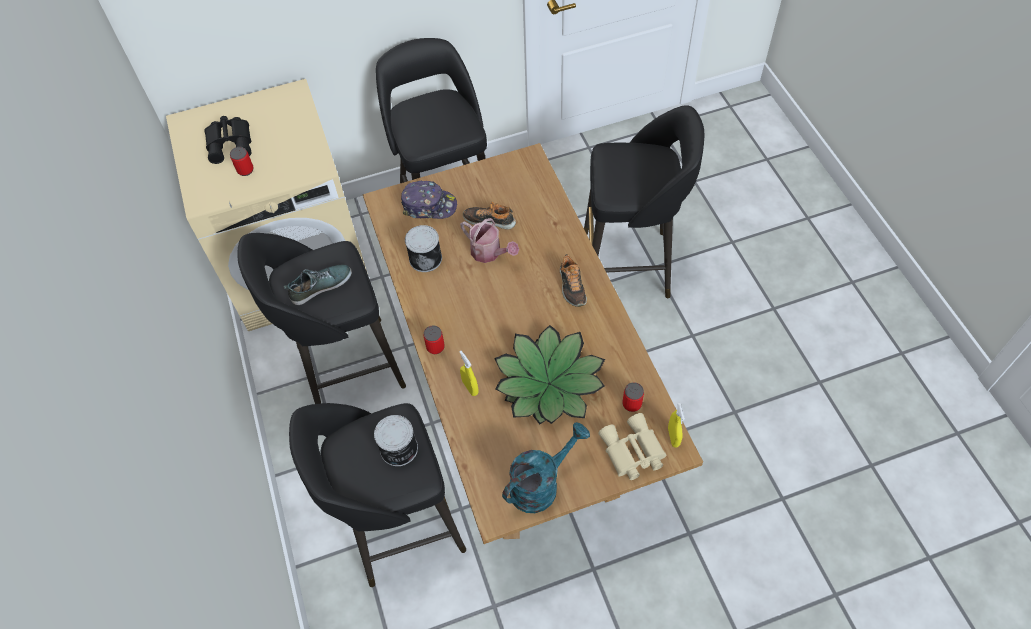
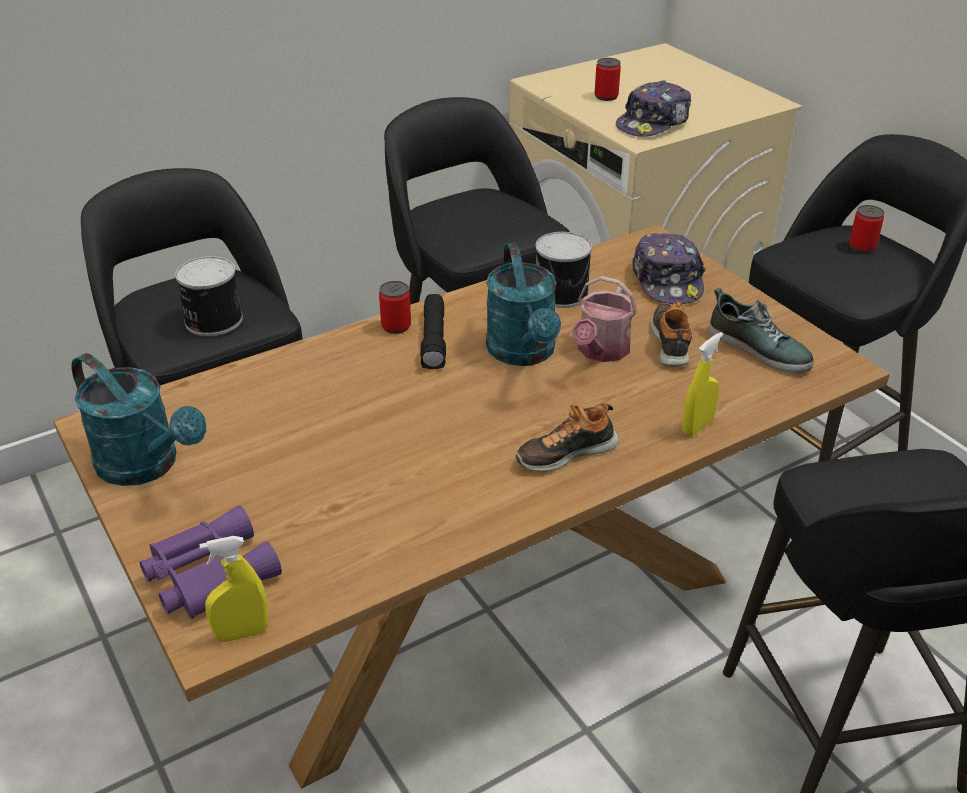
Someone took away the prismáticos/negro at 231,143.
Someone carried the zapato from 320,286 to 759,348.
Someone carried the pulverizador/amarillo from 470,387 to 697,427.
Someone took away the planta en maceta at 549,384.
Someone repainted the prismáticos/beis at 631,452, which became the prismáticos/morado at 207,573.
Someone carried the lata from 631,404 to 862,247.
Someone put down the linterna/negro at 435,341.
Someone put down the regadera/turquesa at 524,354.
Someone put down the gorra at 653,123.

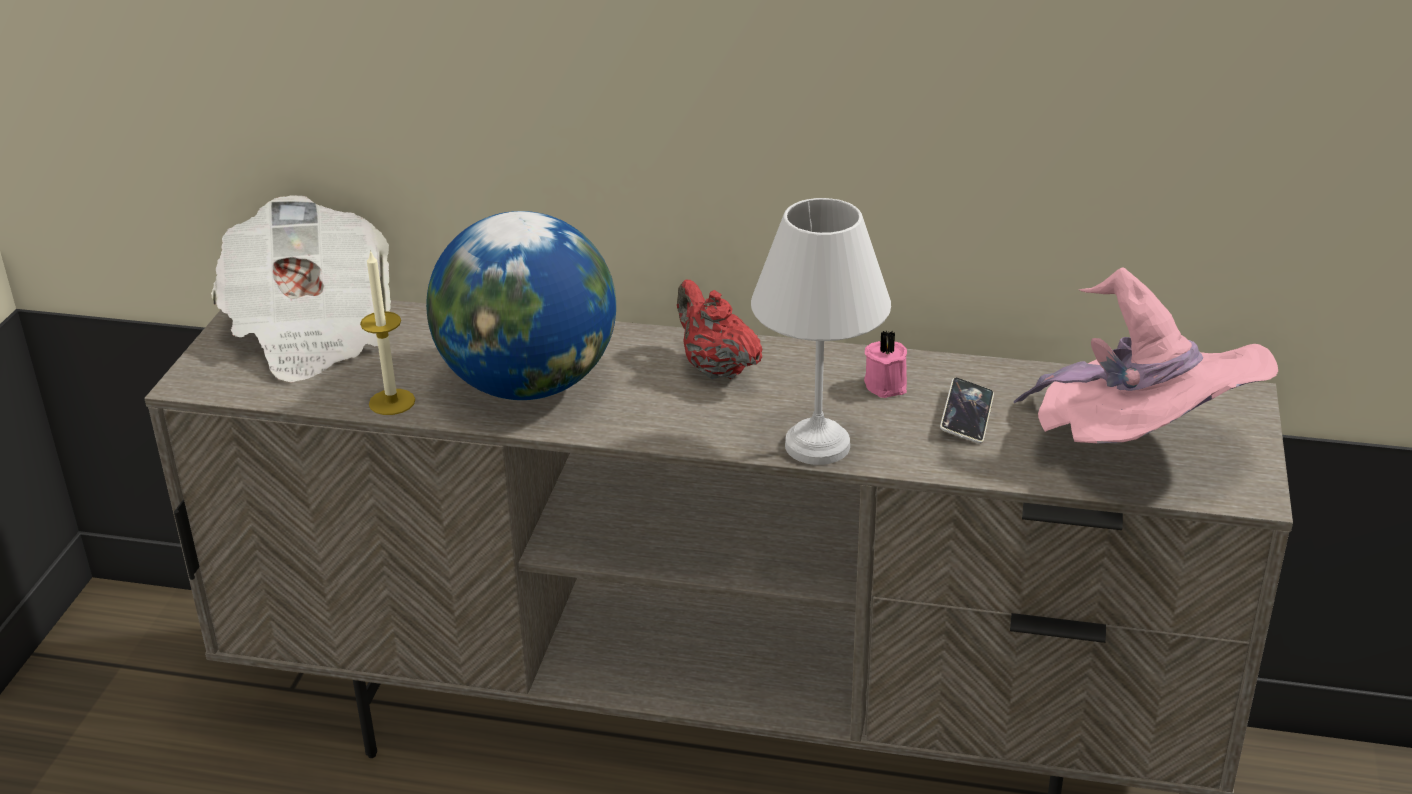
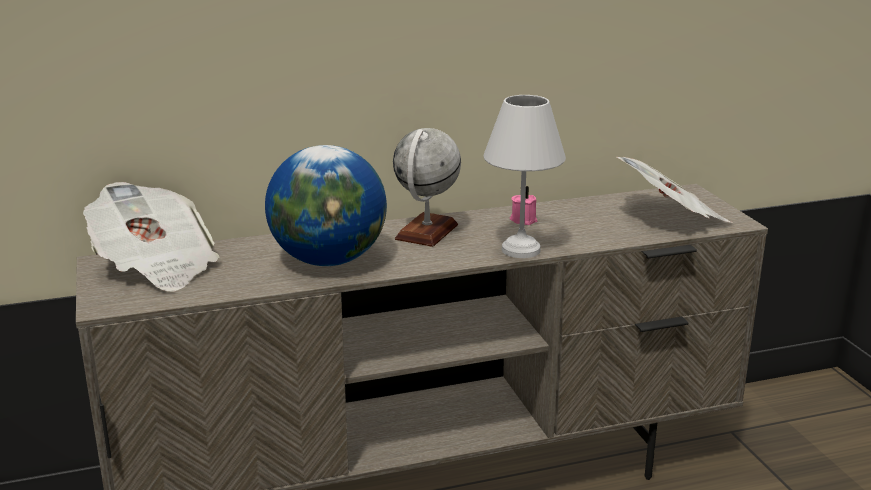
Someone took away the vela at 392,402.
Someone swapped the tetera/rojo at 716,368 for the globo terráqueo at 427,232.
Someone took away the móvil at 967,416.
Someone swapped the sombrero/rosa at 1138,450 for the periódico at 671,218.

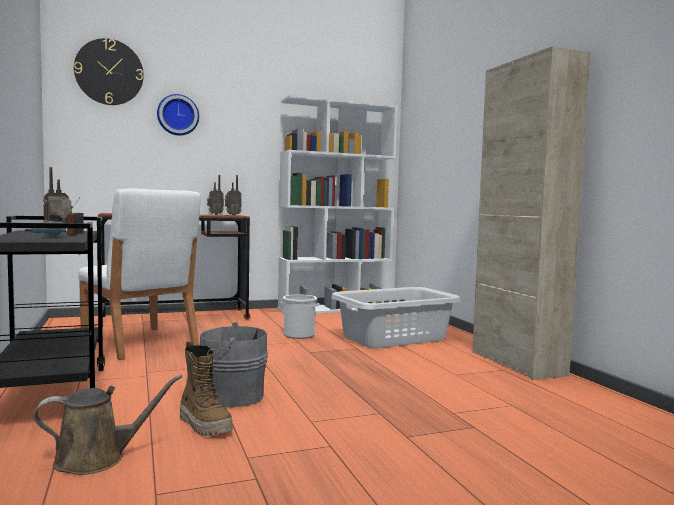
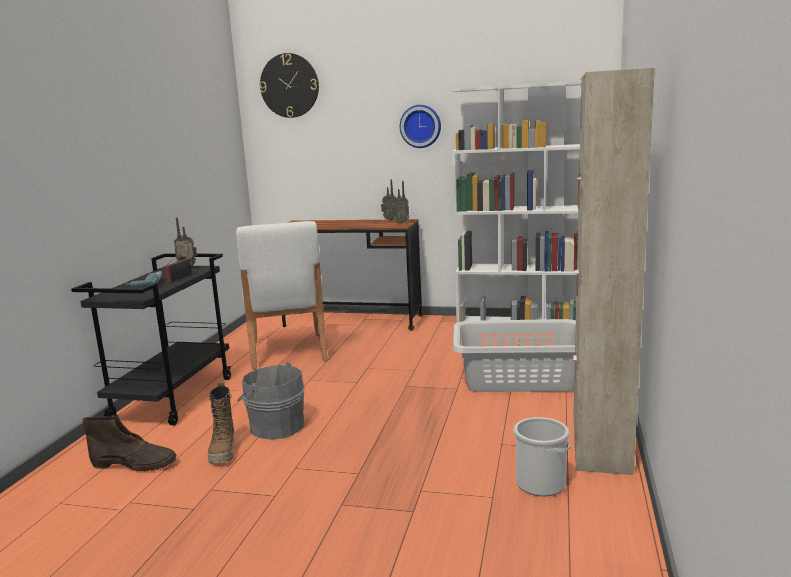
Someone swapped the regadera/marrón at 97,459 for the bota/marrón at 134,464.
Someone carried the reloj de pared from 178,115 to 420,126.
Someone carried the cubo from 298,335 to 540,483.

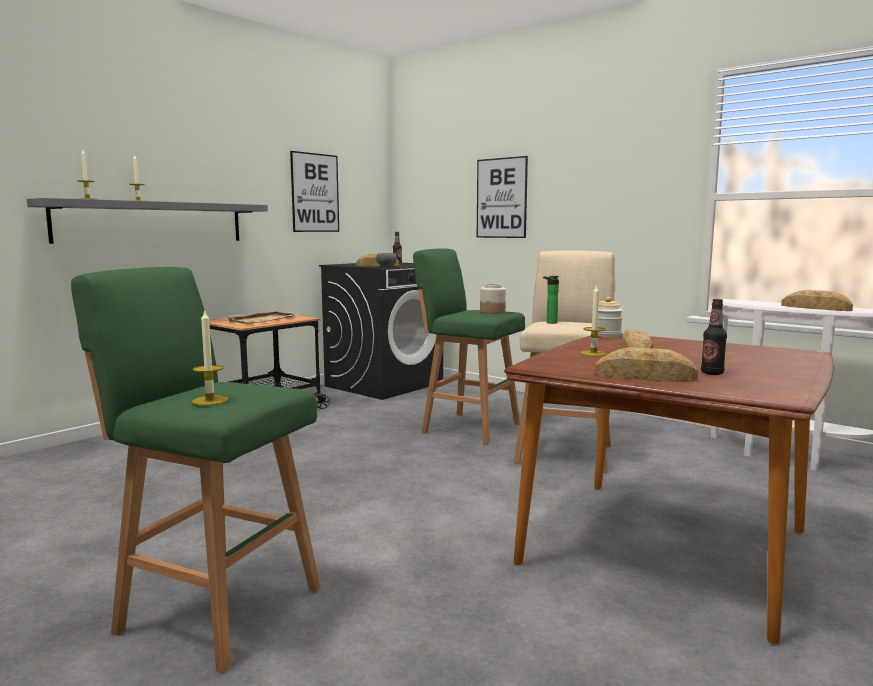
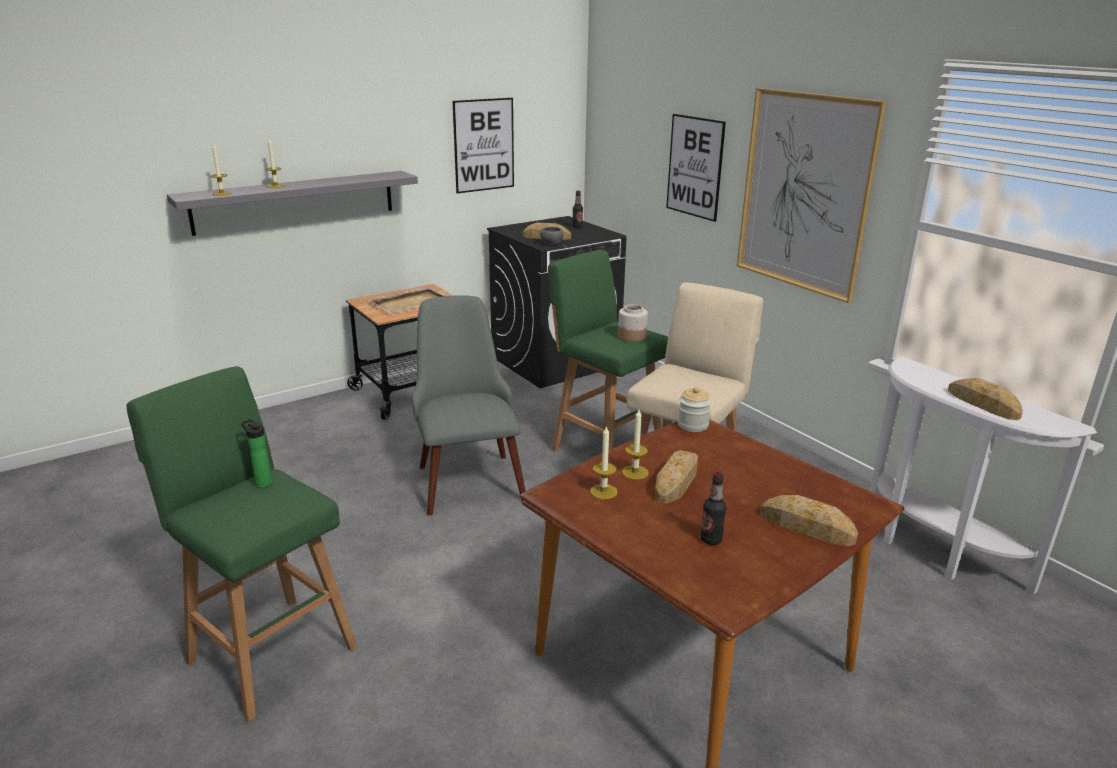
Someone carried the vela from 210,400 to 603,491.
Someone carried the botella from 550,322 to 262,483.
Someone carried the pan from 644,376 to 807,526.
Someone put down the silla/gris at 466,475.
Someone put up the cuadro at 804,192.

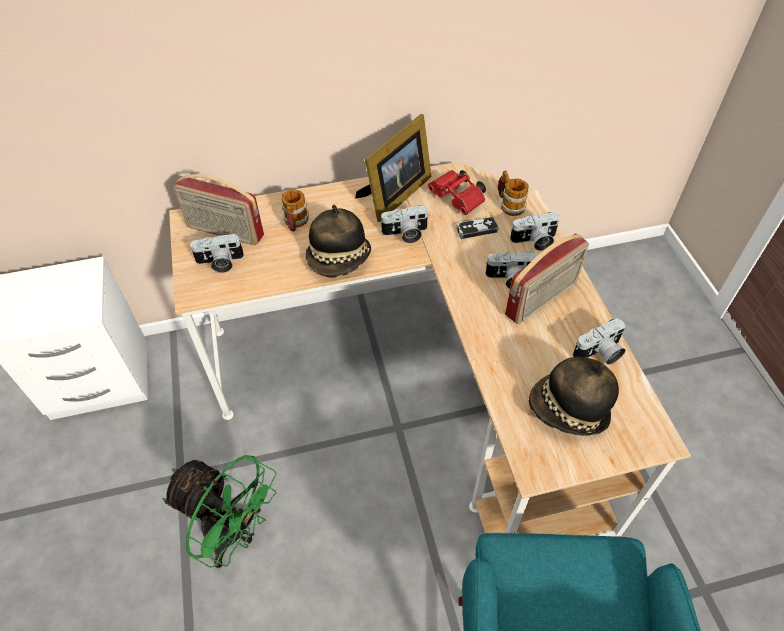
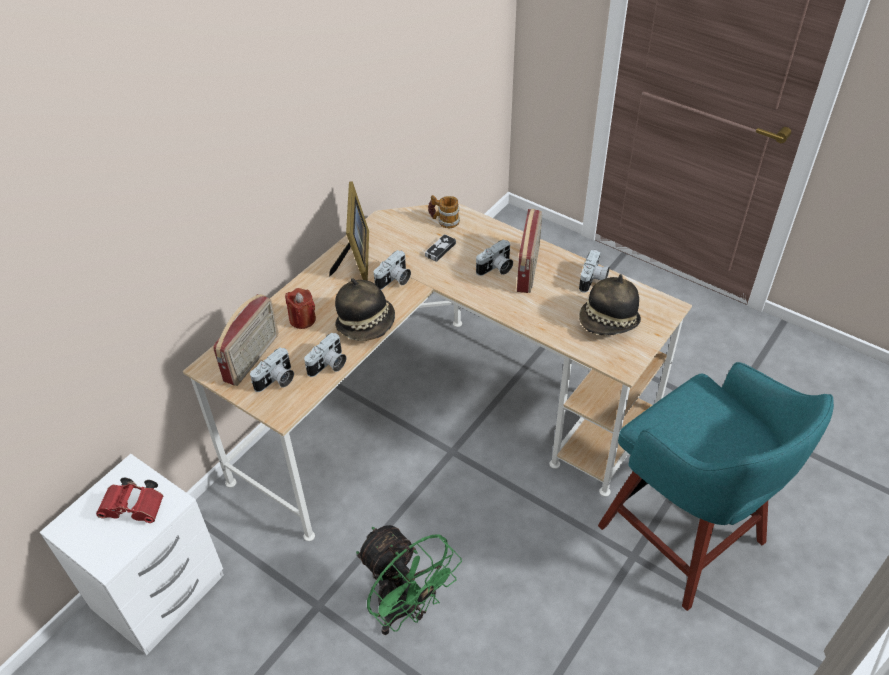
Someone rotated the ventilador/verde at 234,534 by 60 degrees clockwise.
Someone rotated the radio at 224,232 by 45 degrees counterclockwise.
Someone swapped the taza grande at 295,223 for the vela/rojo at 302,319.
Someone carried the prismáticos/rojo from 458,200 to 136,508.
Someone carried the cámara from 534,241 to 328,365.

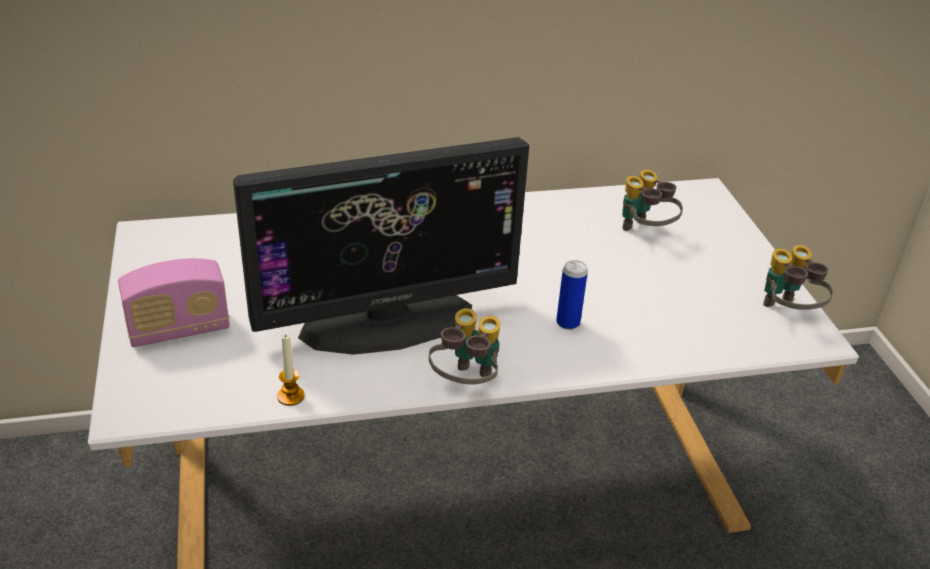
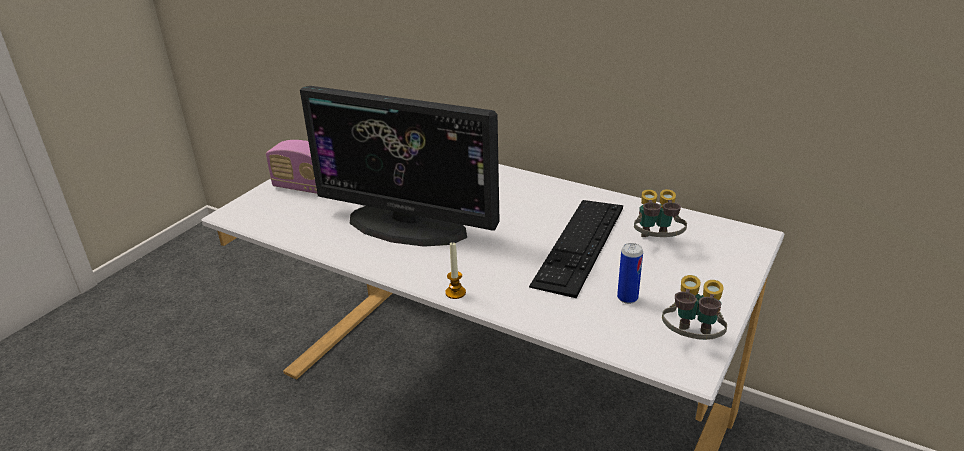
Someone carried the vela from 290,396 to 455,292.
Someone took away the prismáticos at 466,384.
Someone carried the lata from 568,323 to 627,298.
Someone put down the teclado at 579,244.

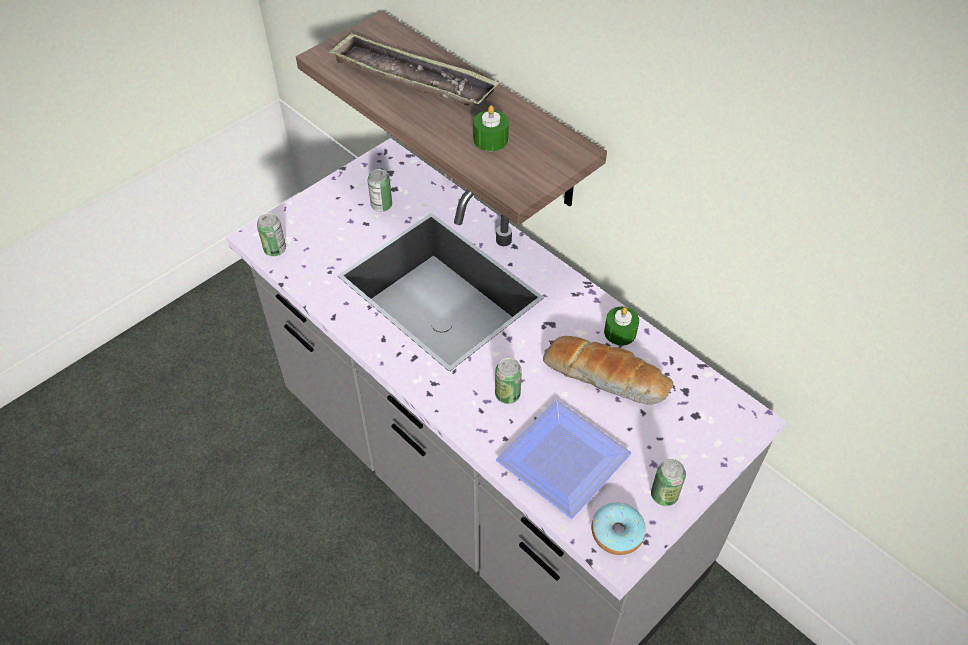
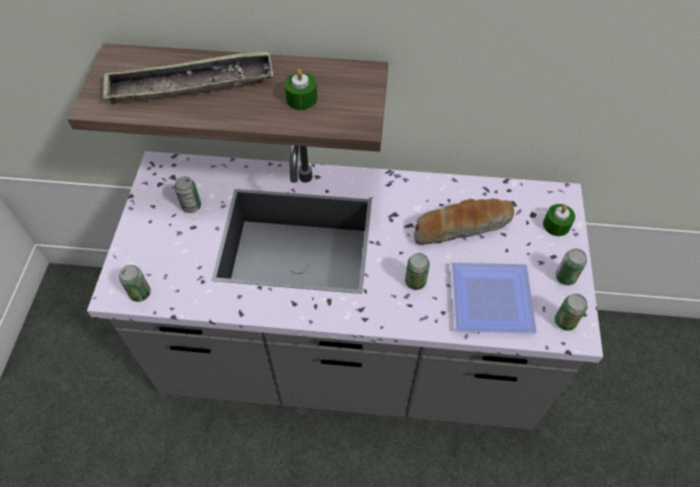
Someone swapped the rosquilla at 617,533 for the lata at 565,321.
Someone carried the vela/verde from 620,332 to 556,225.

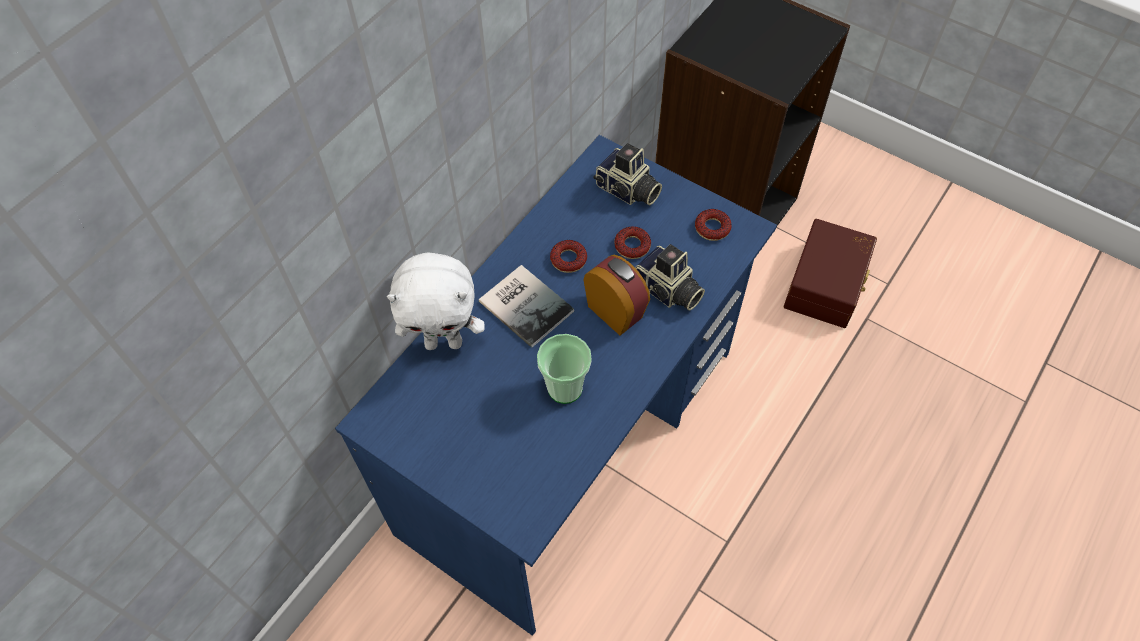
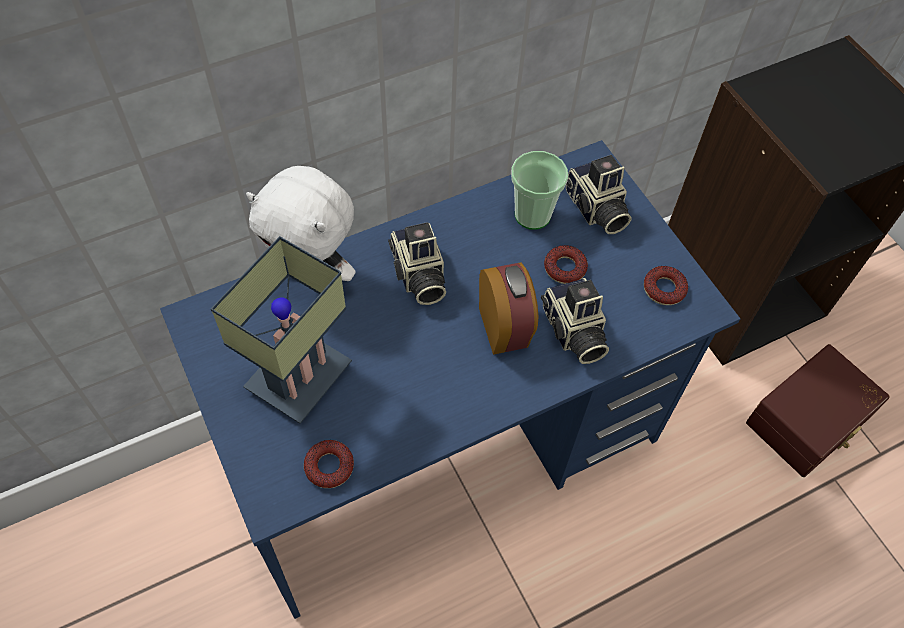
Someone swapped the libro at 526,303 for the cámara at 418,276.
Someone carried the taza from 565,388 to 532,215.
Someone carried the rosquilla from 568,259 to 329,466.
Someone put down the lámpara de mesa at 298,373.

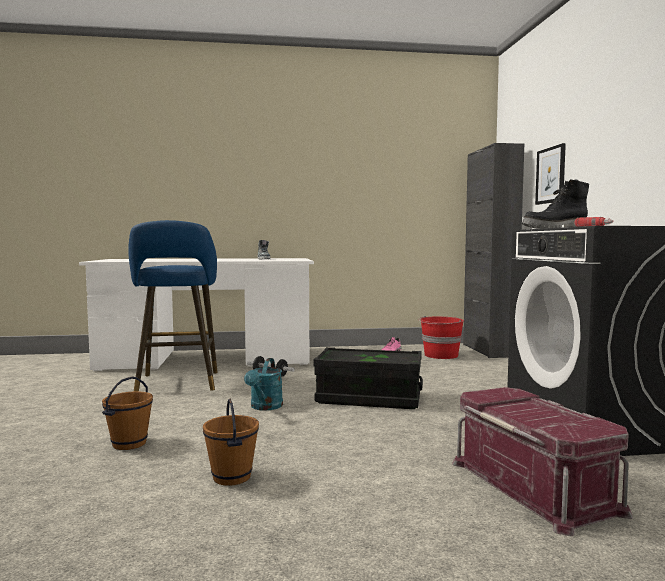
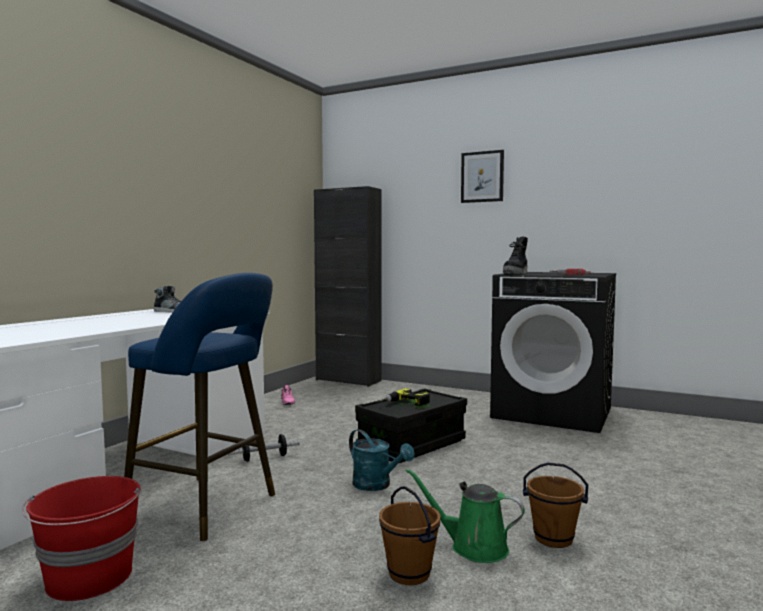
Someone carried the cubo/rojo from 440,355 to 89,578.
Someone took away the caja de almacenaje/rojo at 535,485.
Someone carried the cuadro from 550,175 to 482,177.
Someone put down the taladro at 403,403.
Someone put down the regadera/verde at 473,547.

